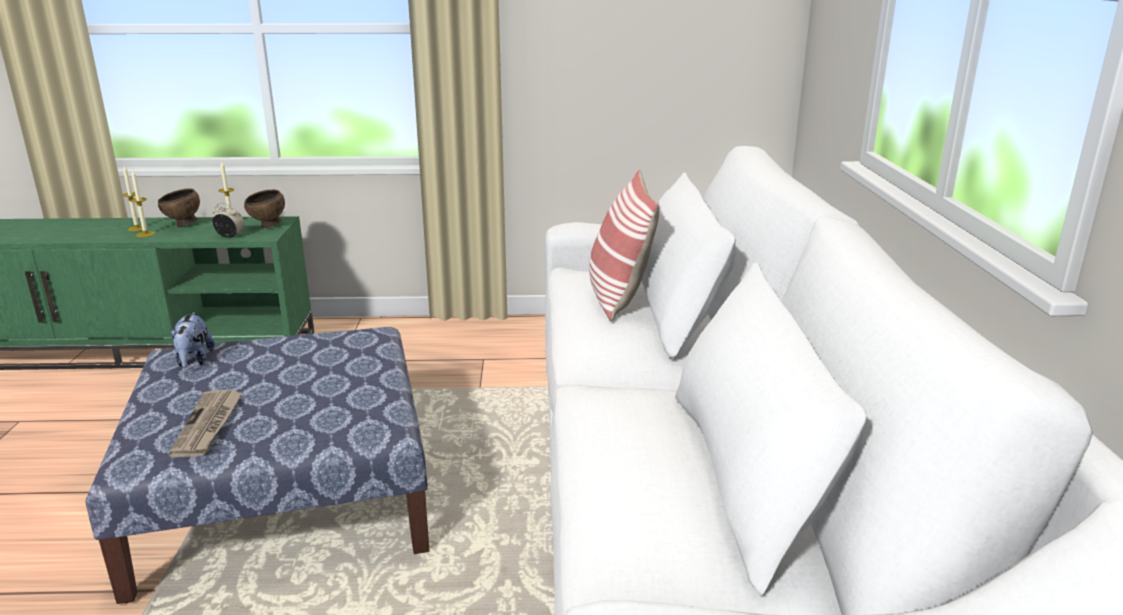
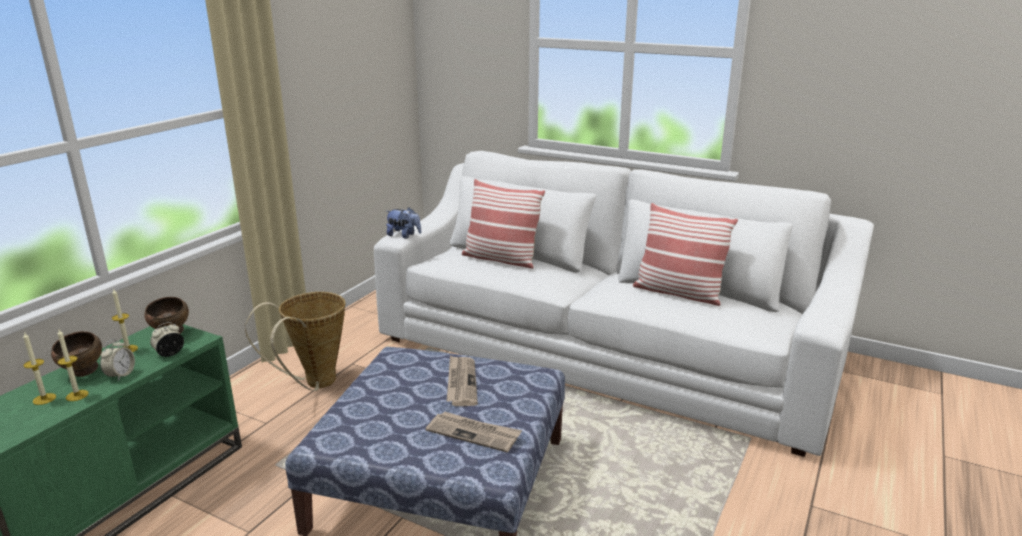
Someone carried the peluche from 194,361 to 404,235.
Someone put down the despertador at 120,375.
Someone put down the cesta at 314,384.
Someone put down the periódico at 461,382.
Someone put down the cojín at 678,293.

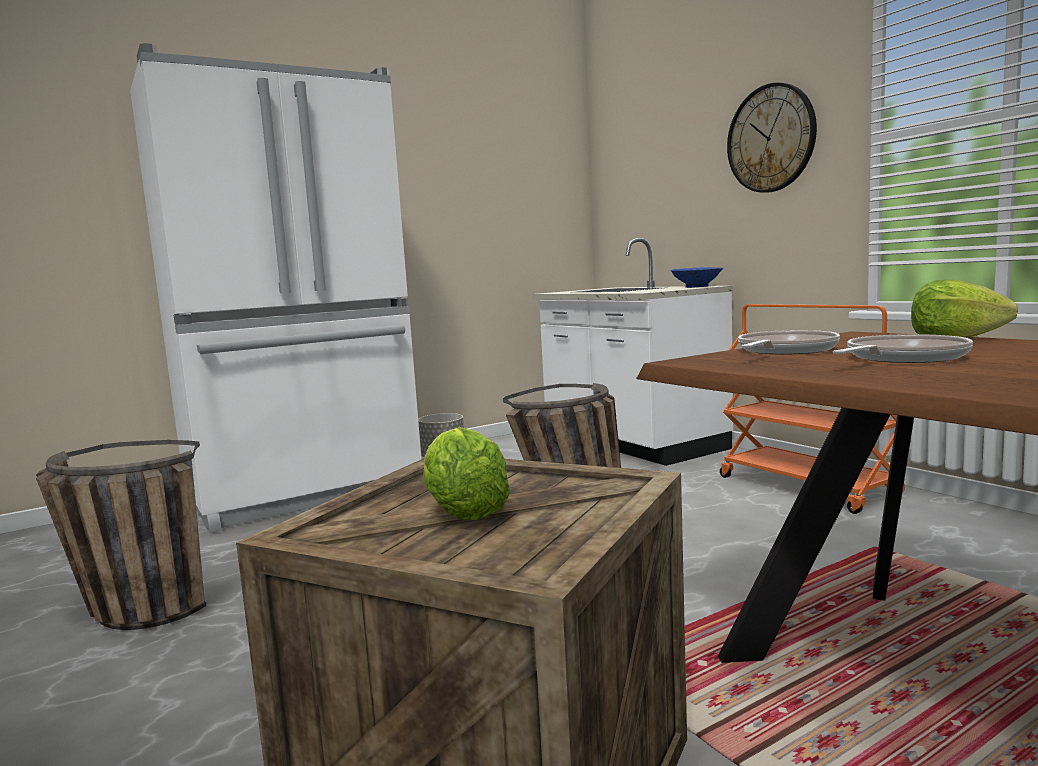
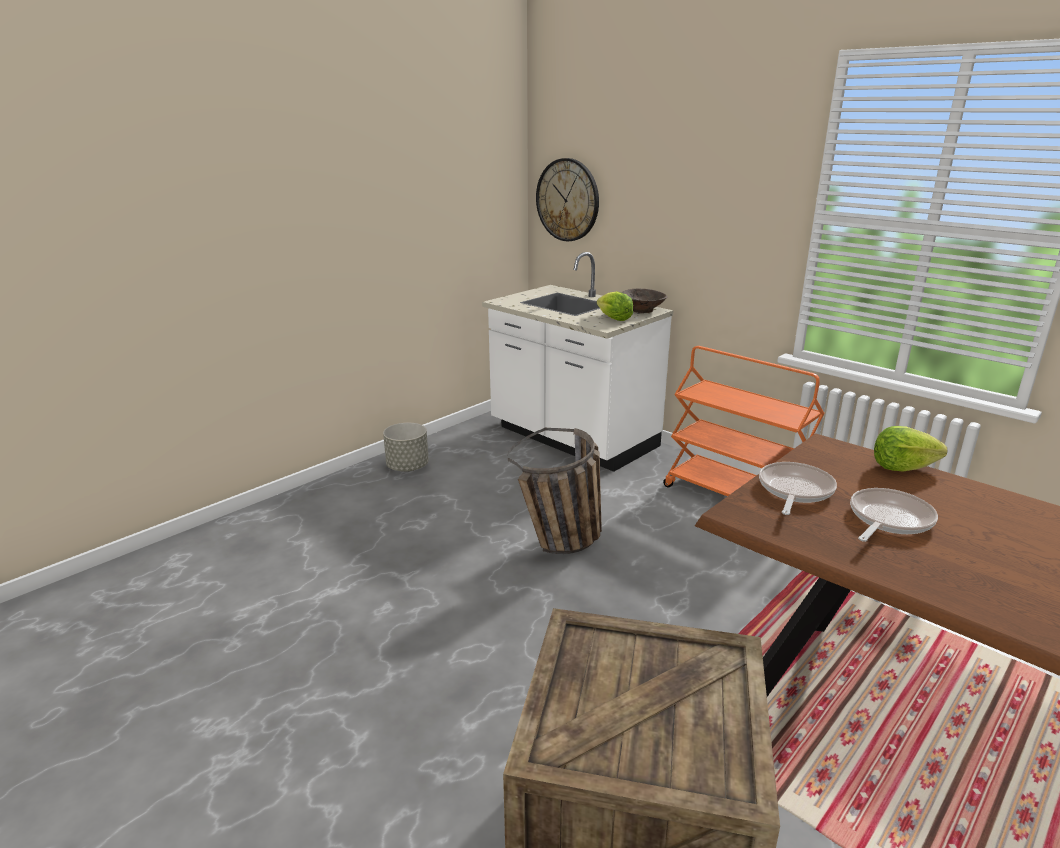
Someone took away the cesta at 126,611.
Someone took away the nevera/blanco at 308,493.
Someone carried the lechuga from 462,510 to 614,319.
Someone repainted the cuenco/azul at 696,287, which became the cuenco/marrón at 641,310.
Someone carried the reloj de pared from 771,138 to 567,200.

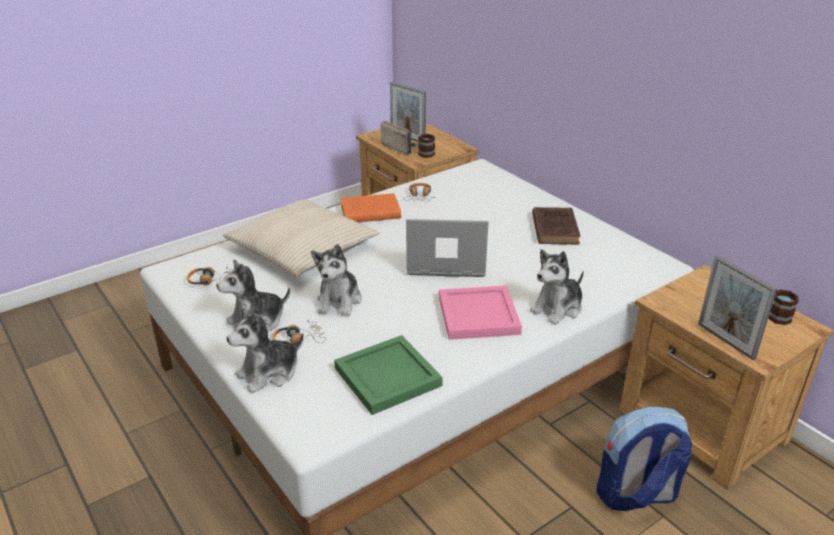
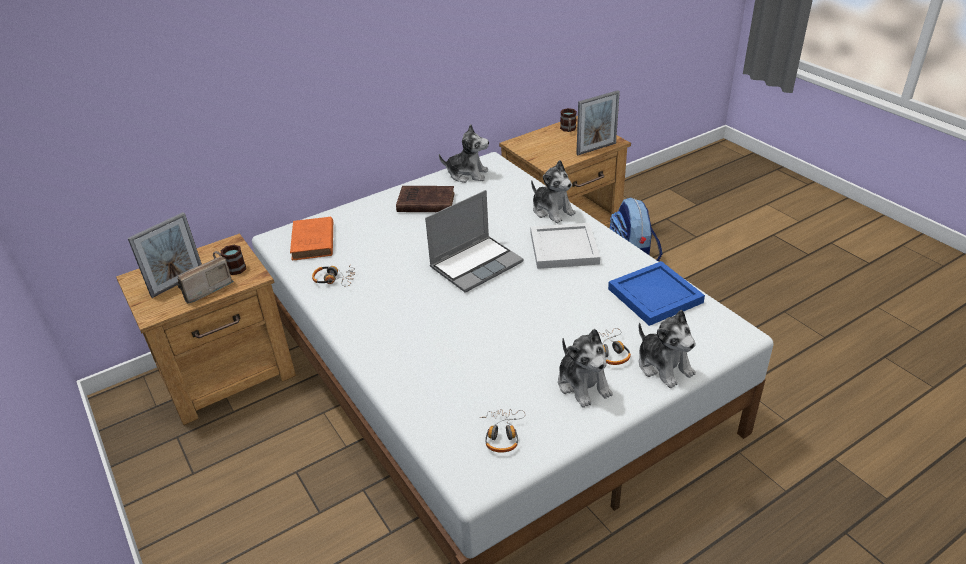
Someone took away the cojín/beis at 302,249.
Someone carried the peluche from 339,301 to 467,174.
Someone repainted the bandeja/verde at 388,376, which became the bandeja/azul at 653,295.
Someone carried the libro/naranja from 368,212 to 313,243.
Someone rotated the portátil at 445,262 by 135 degrees counterclockwise.
Someone repainted the bandeja/rosa at 477,316, which became the bandeja/blanco at 565,249.

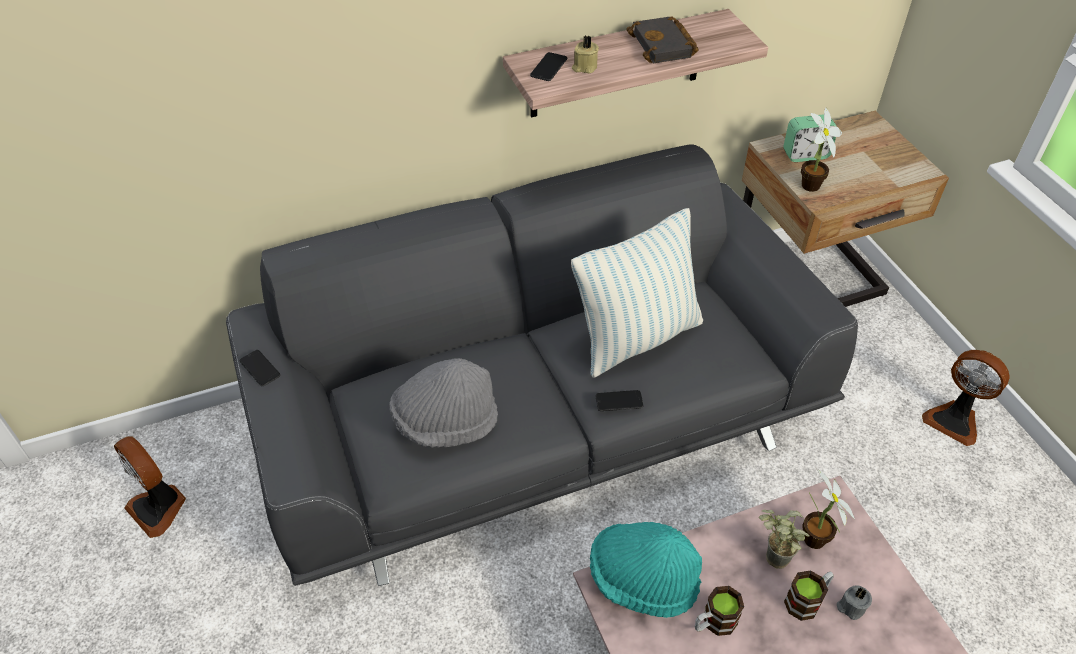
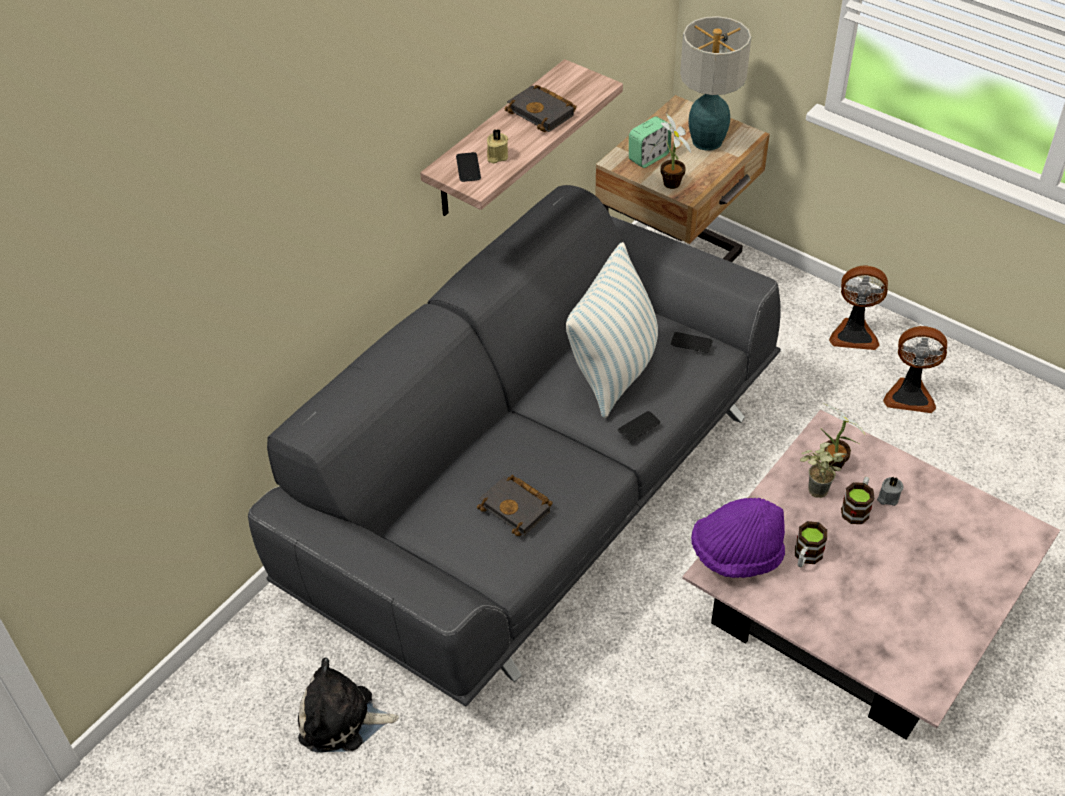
Someone carried the ventilador from 159,507 to 910,395.
Someone carried the móvil from 260,368 to 691,343.
Someone swapped the sombrero/gris at 445,422 for the libro/negro at 518,508.
Someone repainted the sombrero/turquesa at 642,580, which became the sombrero/morado at 736,554.
Someone put down the peluche at 342,720.
Someone put down the lámpara de mesa at 707,140.

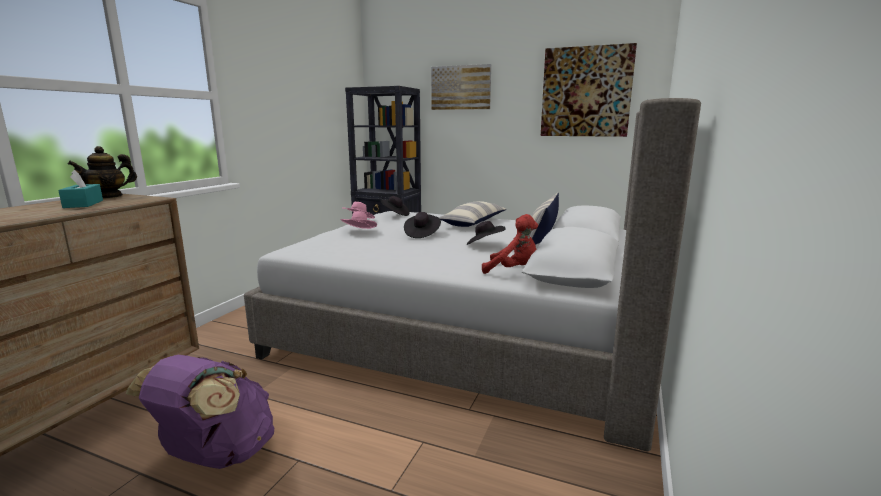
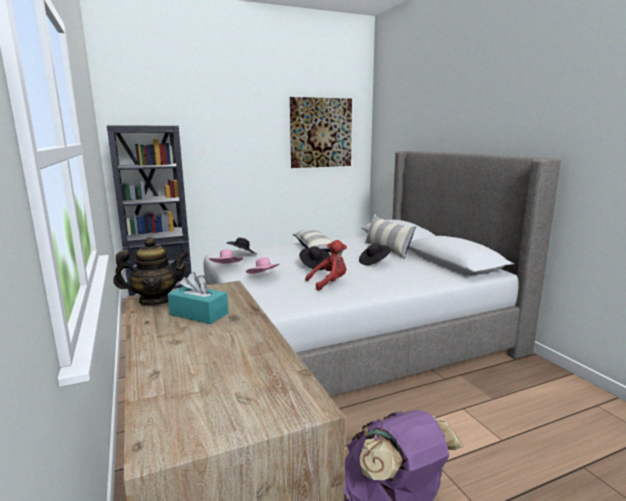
Someone rotated the tetera at 108,196 by 105 degrees counterclockwise.
Someone took away the cuadro at 461,87.
Someone carried the peluche/rojo from 513,271 to 329,283.

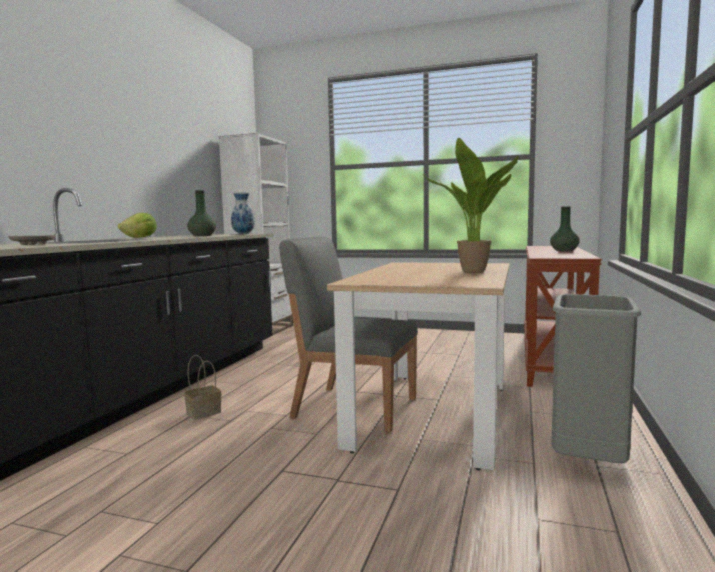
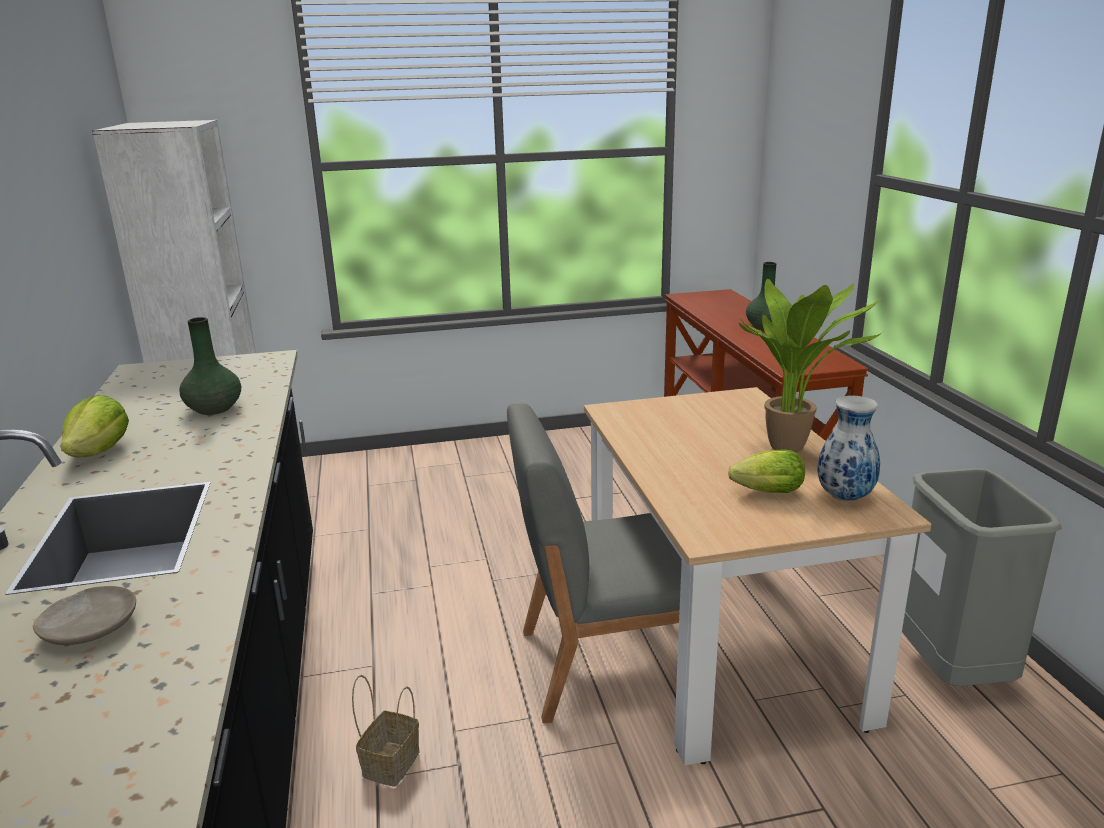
Someone carried the florero from 243,234 to 845,498.
Someone put down the lechuga at 764,492.

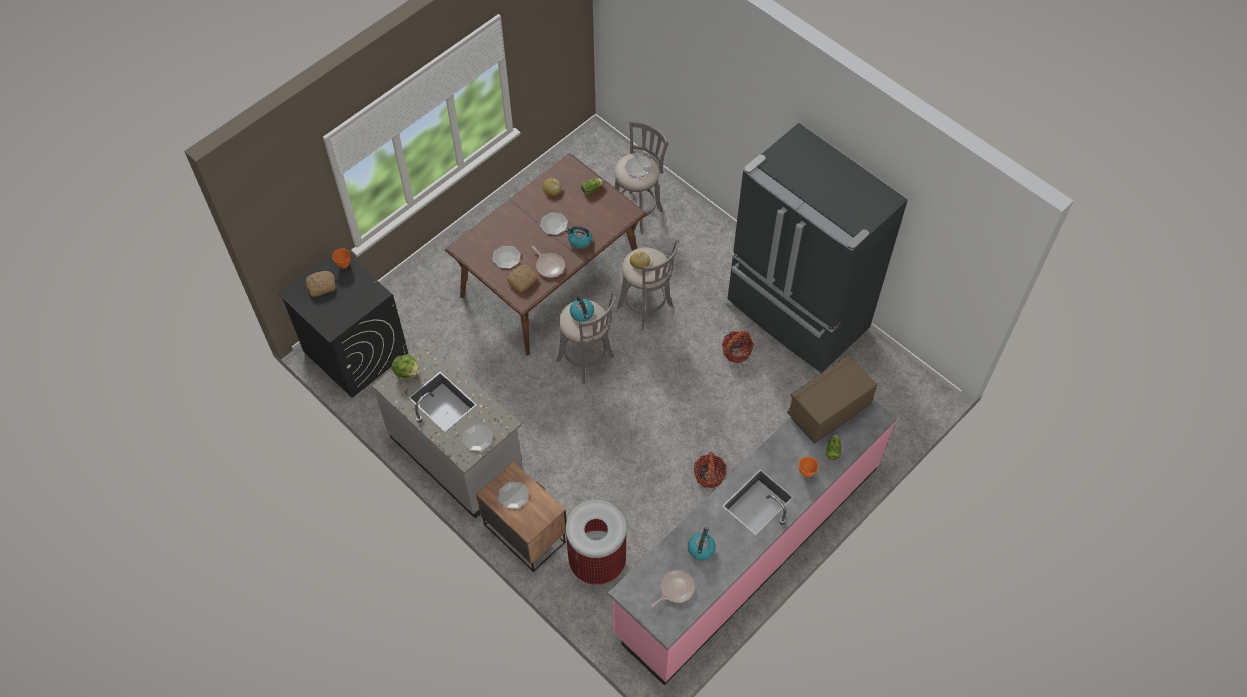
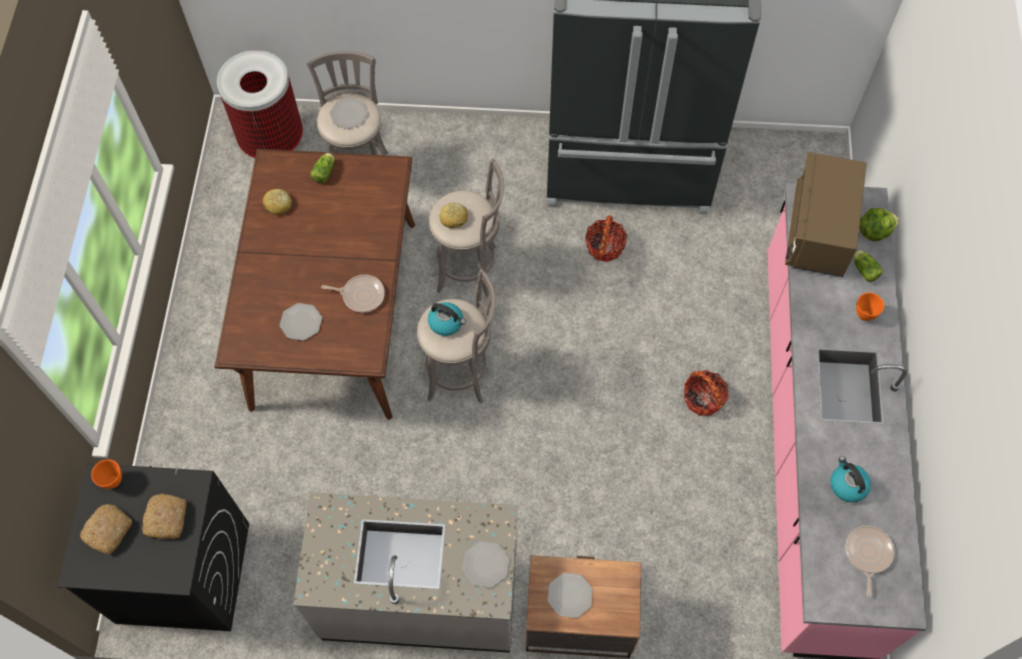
Someone carried the lechuga from 407,372 to 873,231.
Someone carried the pan from 522,279 to 166,518.
Someone took away the plato at 554,224.
Someone took away the hervidor at 579,241.
Someone carried the papelera from 597,562 to 271,140.

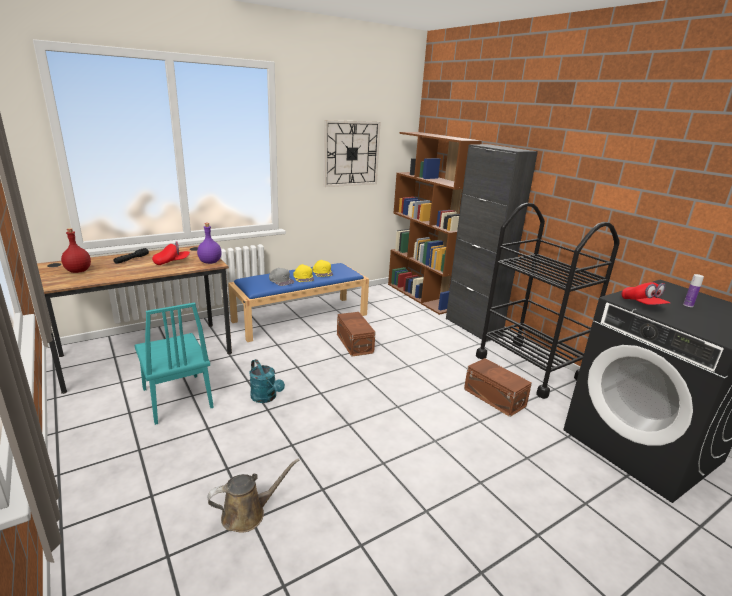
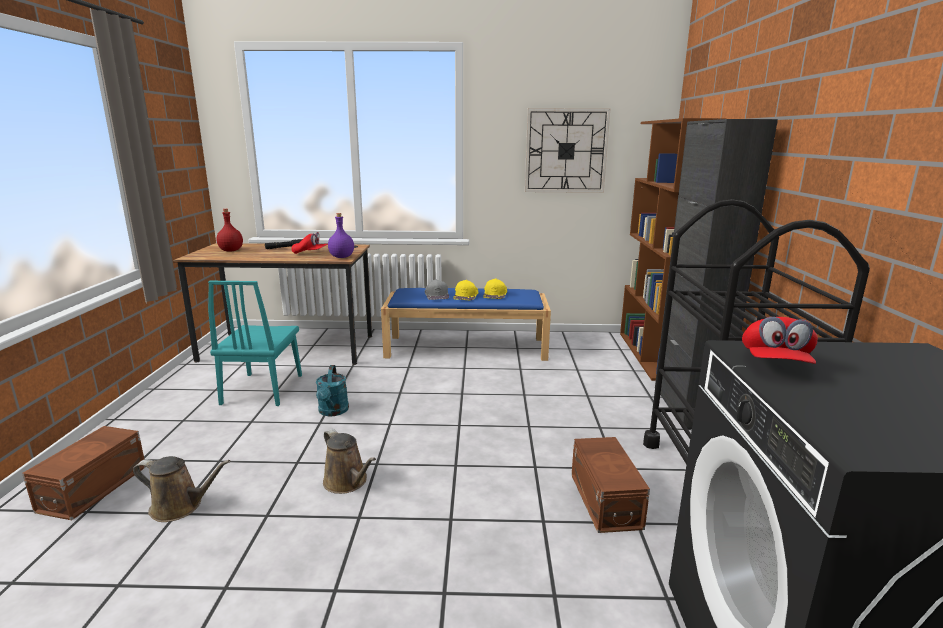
Someone carried the caja de almacenaje/marrón from 355,343 to 95,487.
Someone took away the botella at 688,305.
Someone put down the regadera/marrón at 347,482.

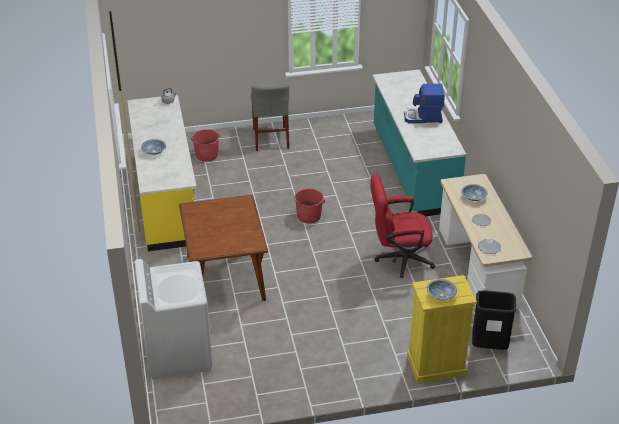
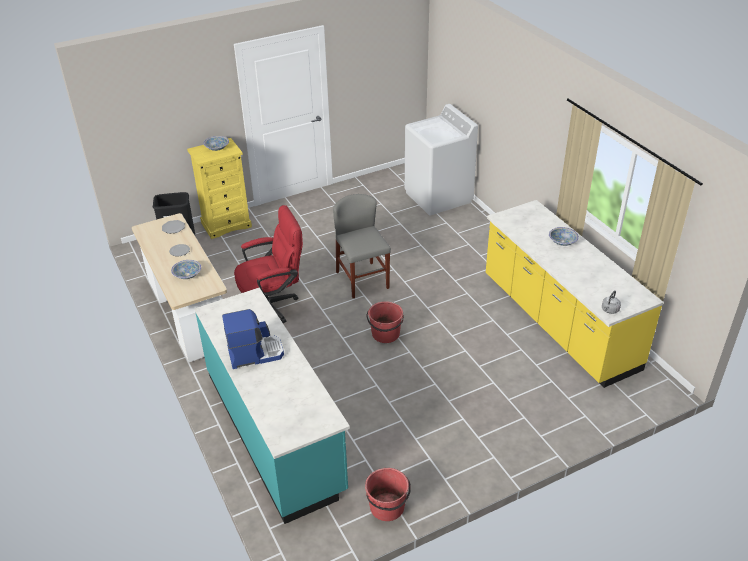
Someone took away the mesa de comedor/marrón at 225,277.
Someone carried the cubo/rojo from 206,155 to 387,507.
Someone carried the silla/gris from 270,138 to 362,280.

